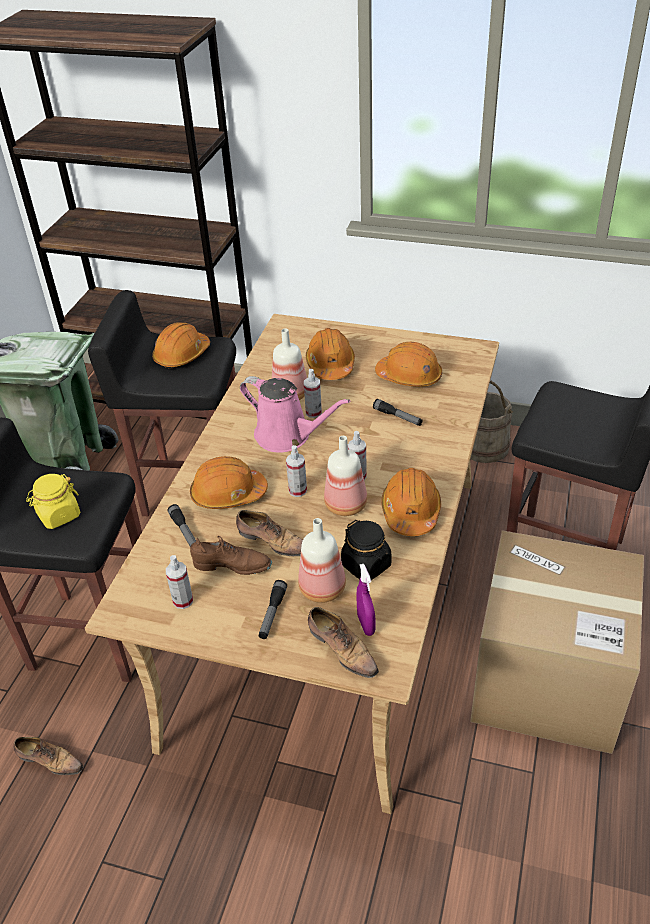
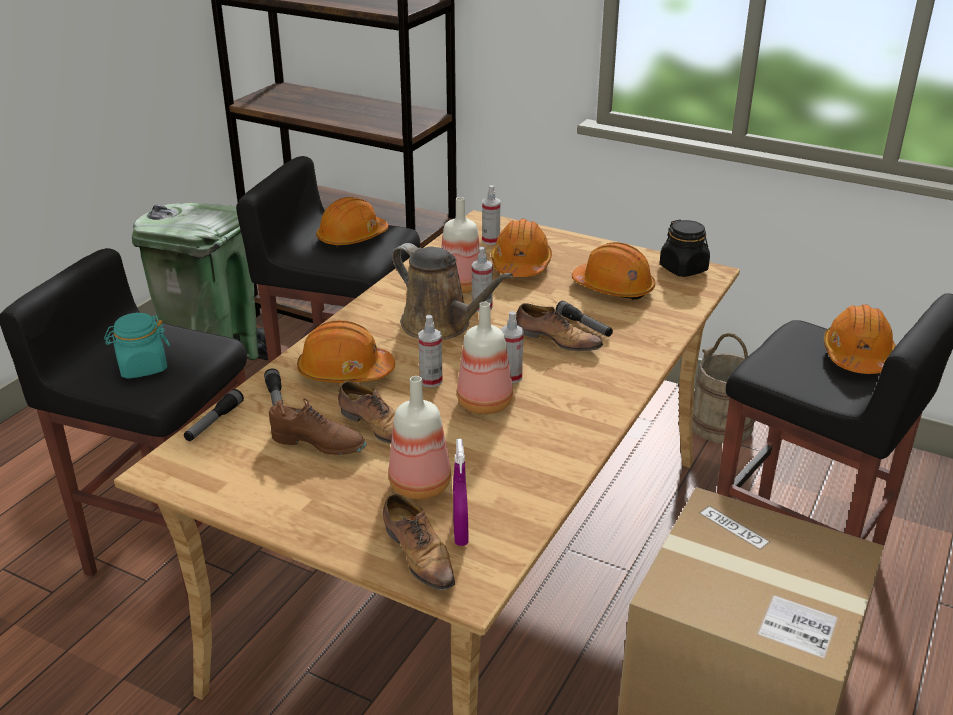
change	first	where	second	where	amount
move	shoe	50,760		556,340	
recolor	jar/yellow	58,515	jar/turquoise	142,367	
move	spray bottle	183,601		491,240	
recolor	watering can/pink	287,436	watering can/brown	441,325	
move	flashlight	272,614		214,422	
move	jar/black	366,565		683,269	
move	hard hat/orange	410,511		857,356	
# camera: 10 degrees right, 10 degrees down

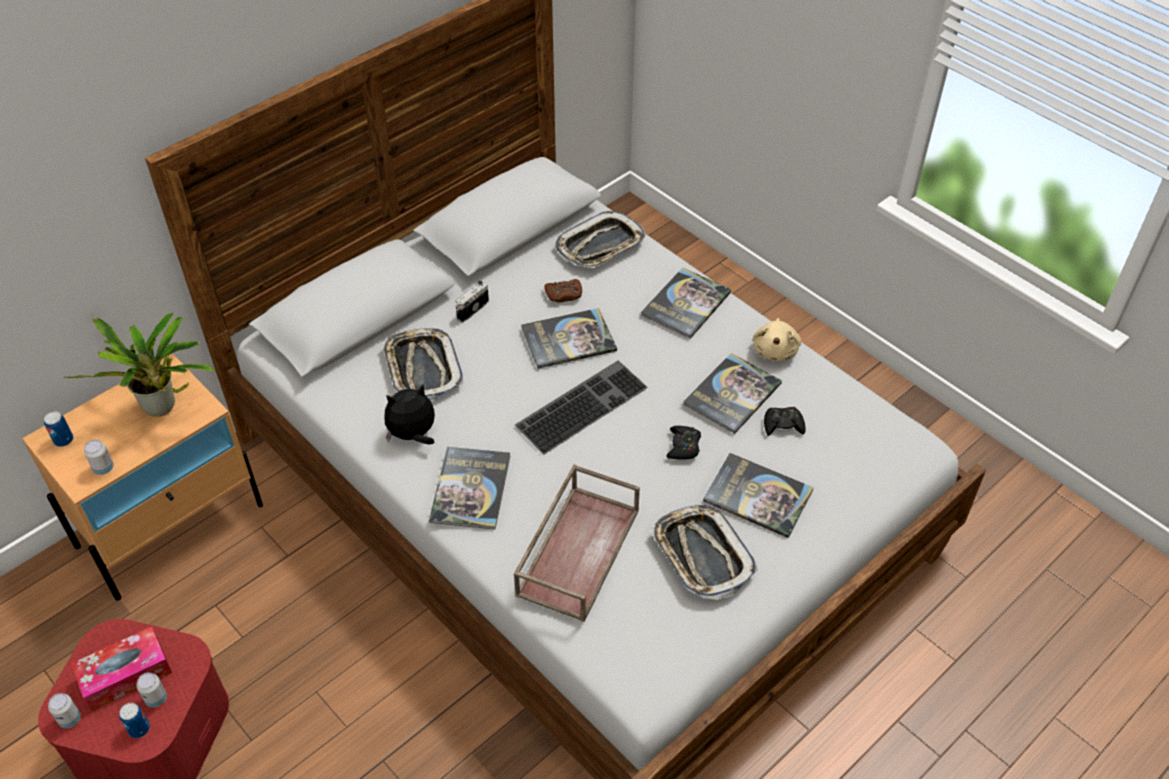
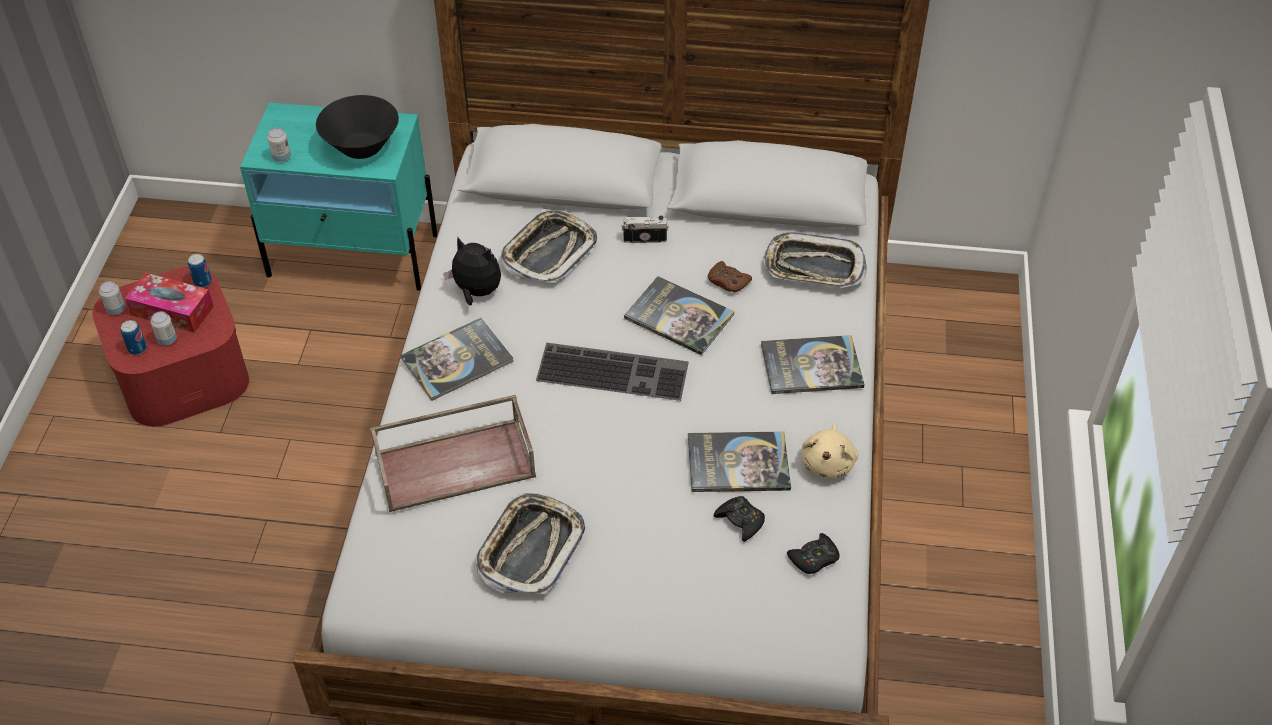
change	first	where	second	where	amount
recolor	nightstand/beige	171,525	nightstand/turquoise	354,255	
move	can	63,440		203,282	
replace	potted plant	163,409	bowl/black	362,147	
move	game controller/black	683,446		814,558	
delete	book	758,496			
rotate	plush toy/beige	775,350		828,462	45 degrees counterclockwise
# camera: 50 degrees right, 0 degrees up

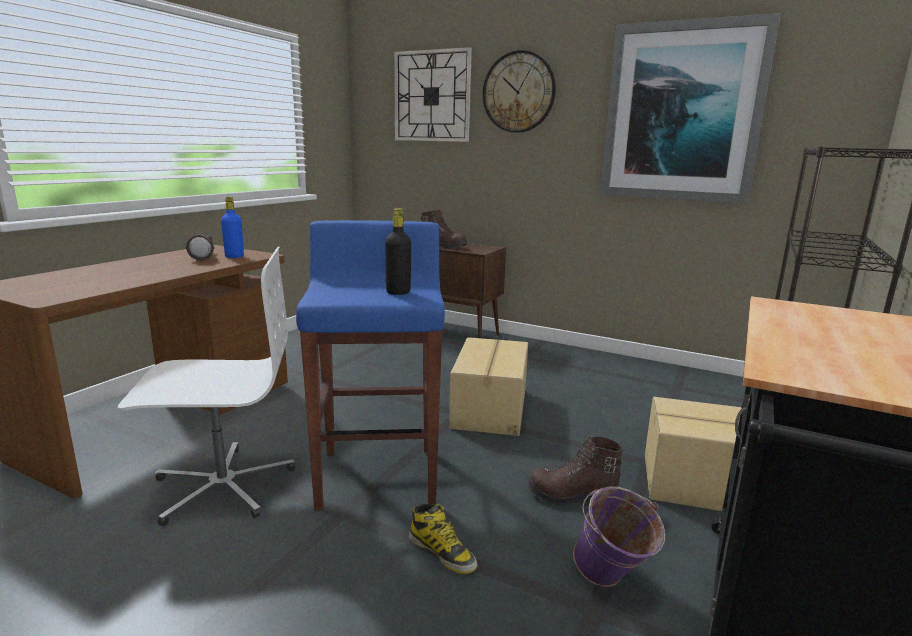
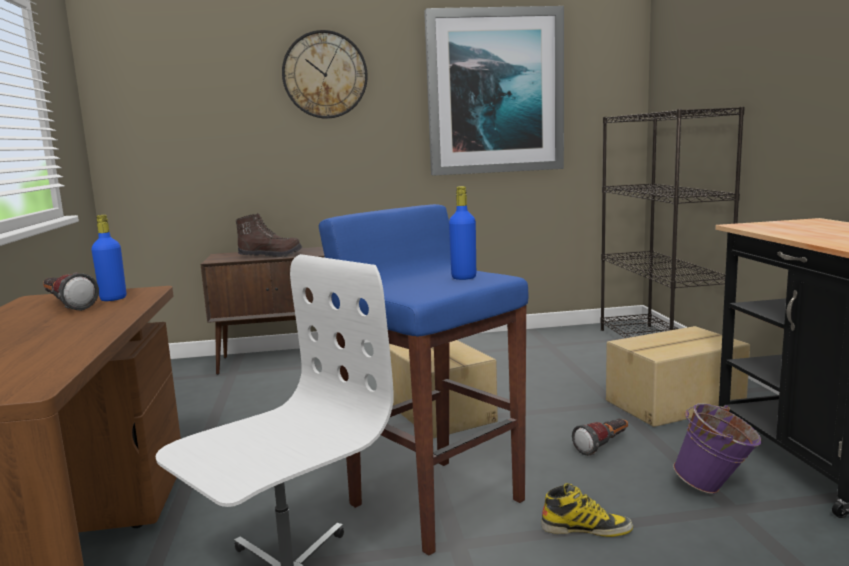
change	first	where	second	where	amount
recolor	bottle/black	398,292	bottle/blue	464,277	
delete	wall clock	432,96			
replace	boot/brown	572,495	flashlight	603,446	
# camera: 35 degrees left, 5 degrees down

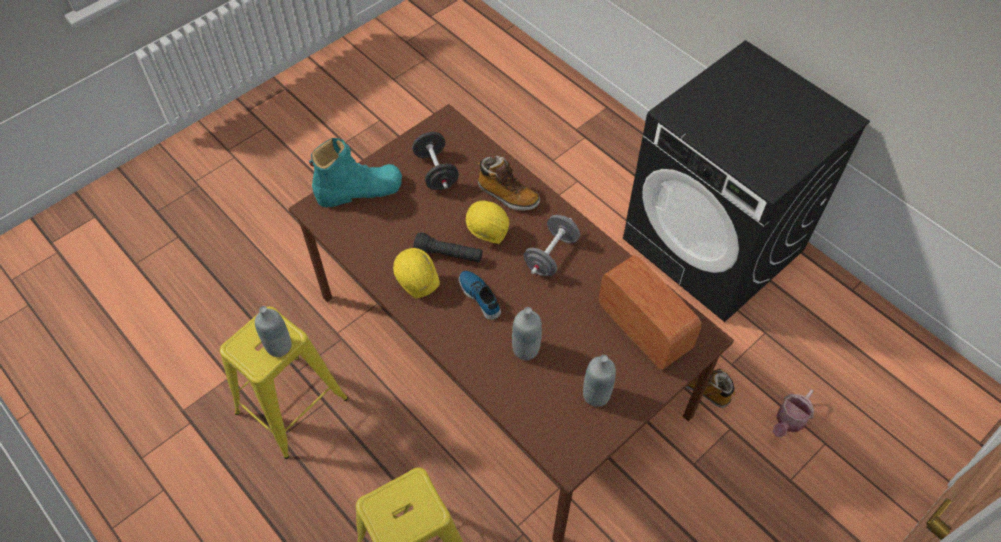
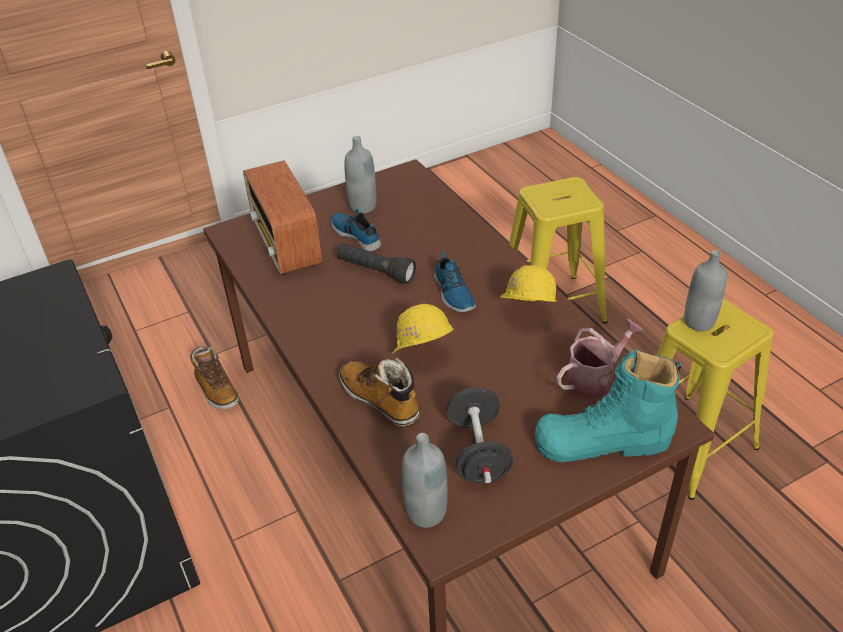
change	first	where	second	where	amount
move	flashlight/black	448,255		375,271	
move	bottle/grey	526,349		426,512	
delete	dumbbell/grey	551,255			
move	watering can	788,422		595,378	
insert			shoe	357,234	
# camera: 165 degrees left, 15 degrees down

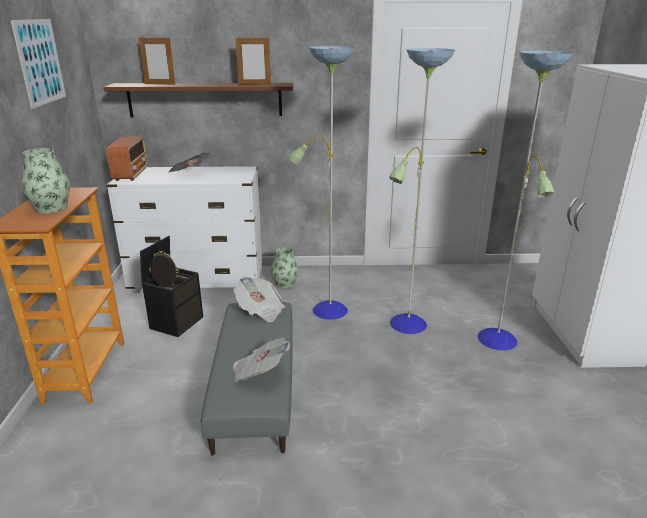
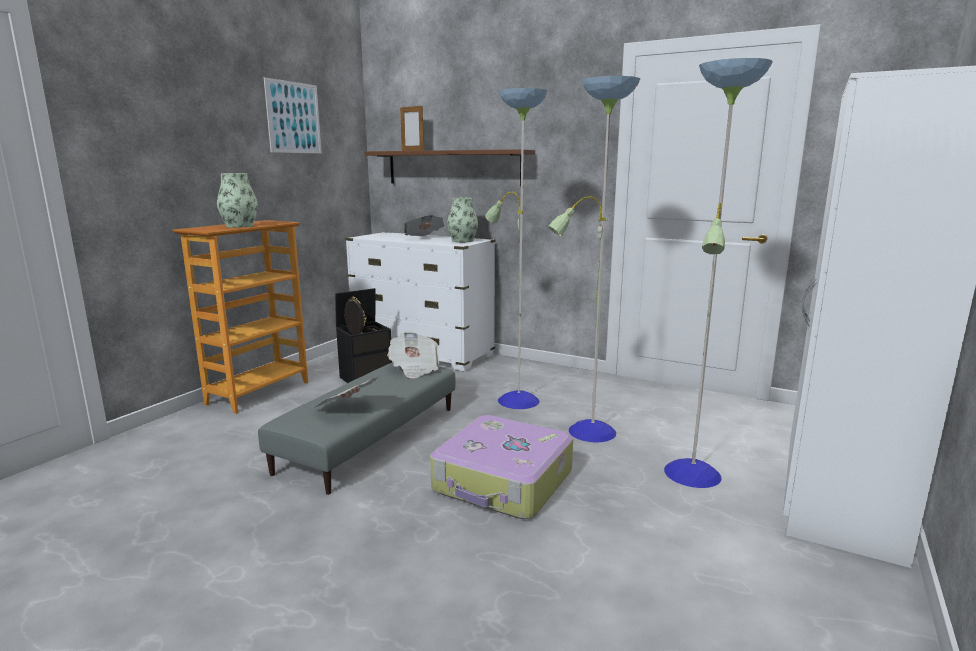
change	first	where	second	where	amount
delete	radio	131,174			
delete	picture frame	254,84			
move	vase	285,284		462,241	
insert			suitcase	503,482	
# camera: 30 degrees right, 10 degrees down

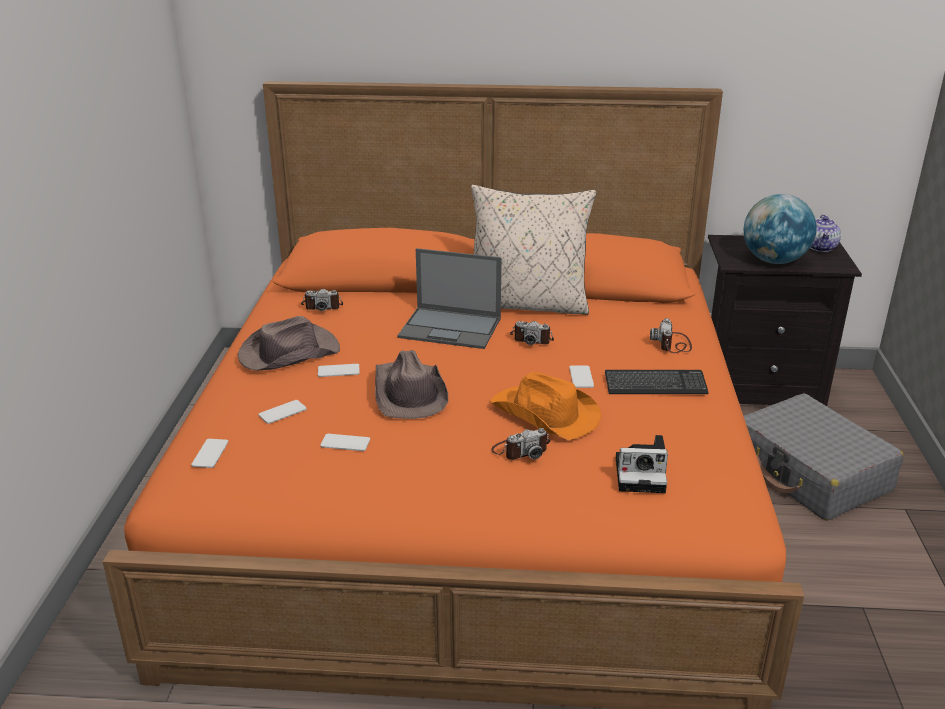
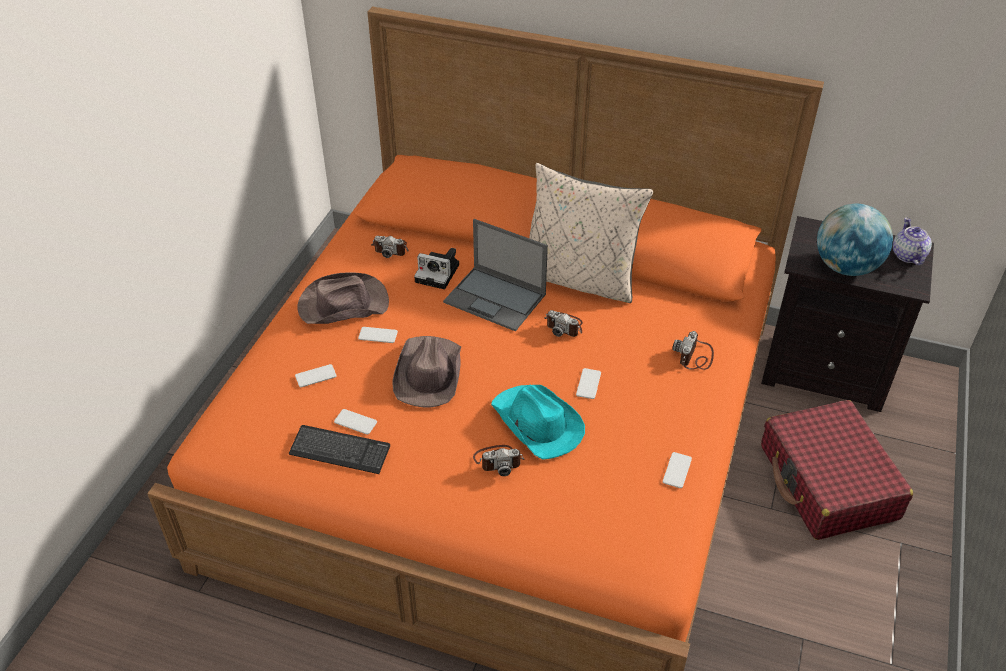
change	first	where	second	where	amount
move	phone	210,454		677,470	
recolor	hat/orange	545,414	hat/turquoise	537,423	
move	keyboard	655,384		340,451	
move	photo camera	642,474		439,273	
recolor	suitcase/grey	810,473	suitcase/red	828,482	
rotate	teapot	821,247		907,255	150 degrees clockwise
# camera: 15 degrees right, 15 degrees up

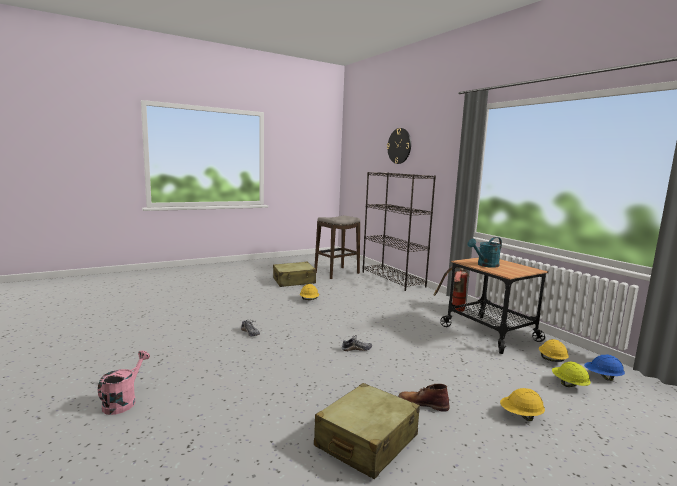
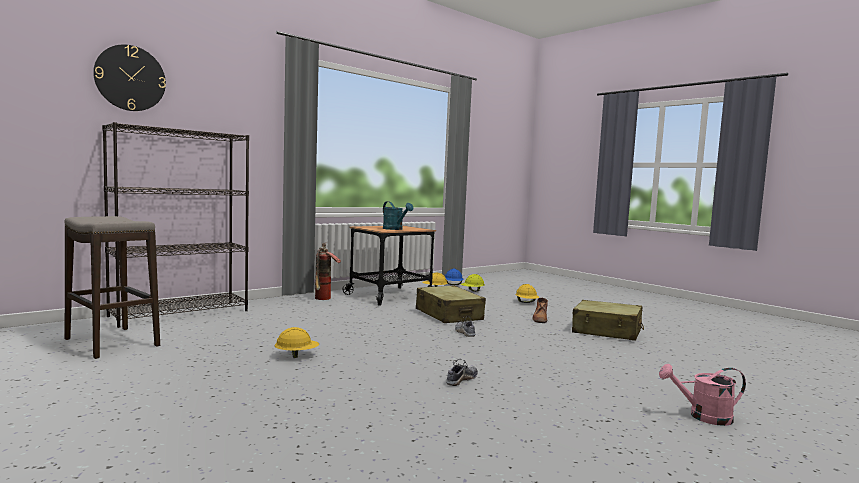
change	first	where	second	where	amount
move	suitcase/beige	294,281		449,315	
# camera: 100 degrees left, 5 degrees down

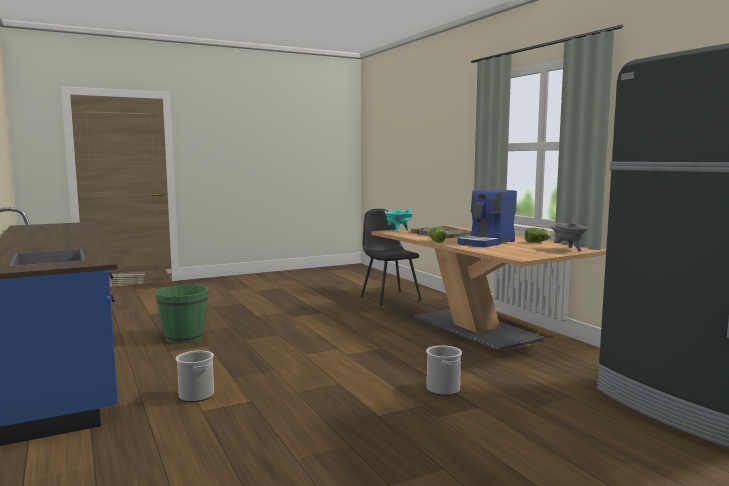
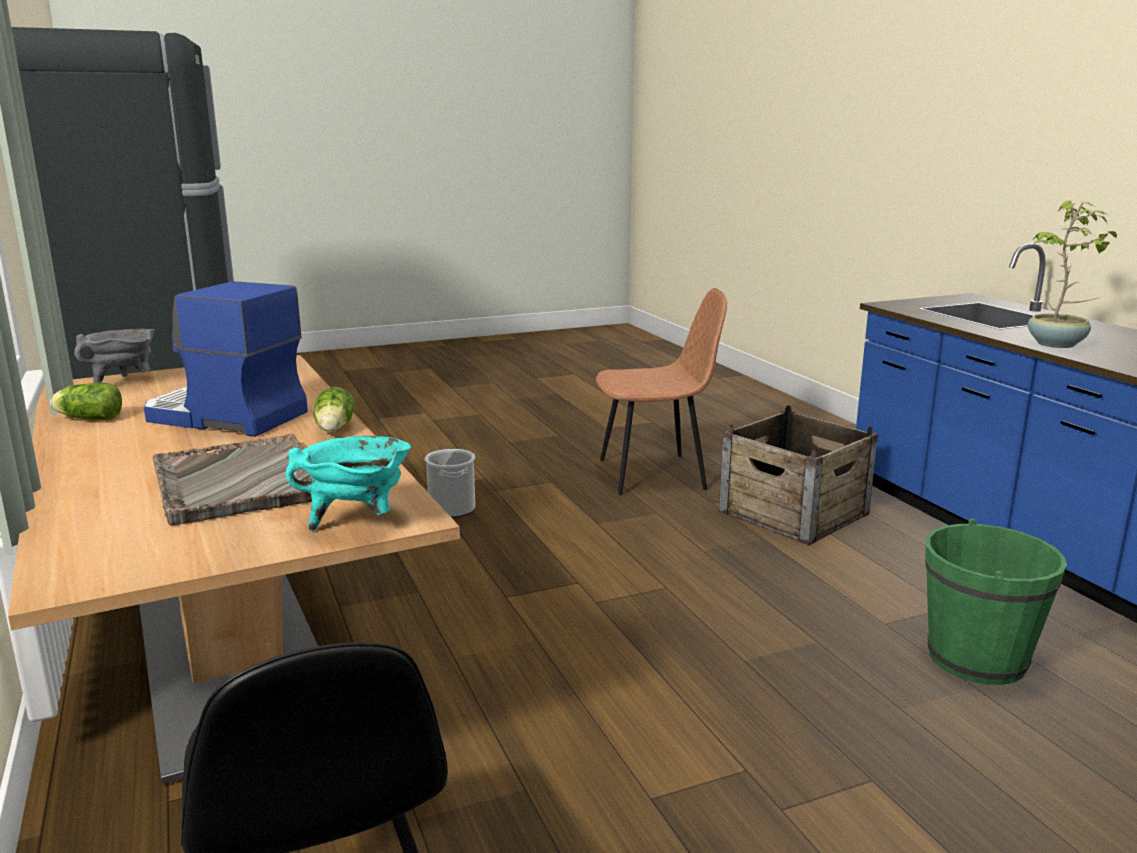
change	first	where	second	where	amount
replace	bucket	196,395	crate	792,512	
rotate	coffee machine	486,242		224,417	120 degrees counterclockwise
insert			chair/brown	655,474	
insert			potted plant	1057,344	
# camera: 175 degrees left, 10 degrees up

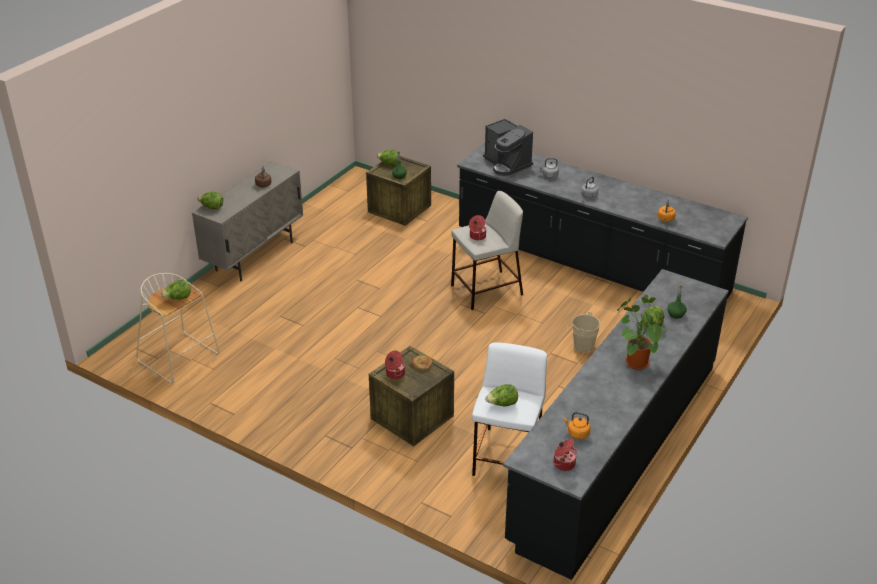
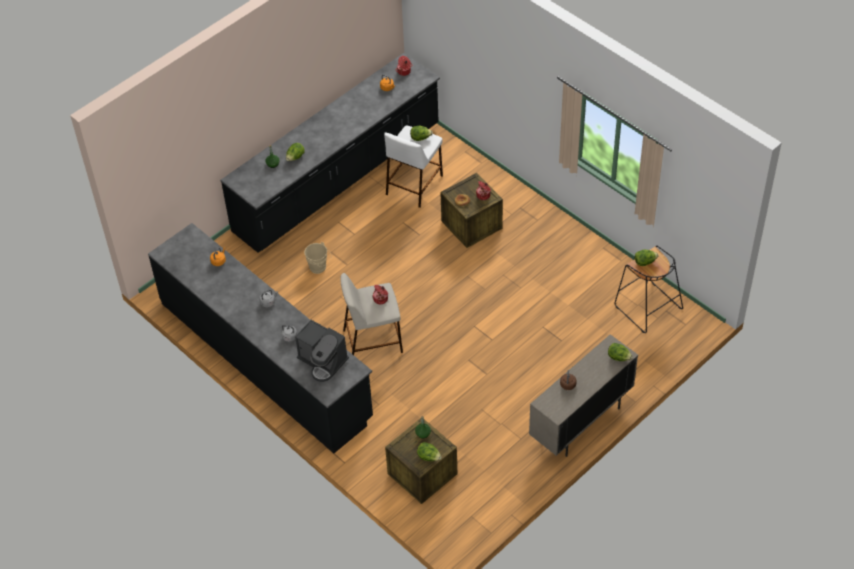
change	first	where	second	where	amount
recolor	stool/beige	180,358	stool/black	647,307	
rotate	coffee machine	507,164		323,361	150 degrees clockwise
delete	potted plant	634,361			
# camera: 165 degrees left, 15 degrees up

